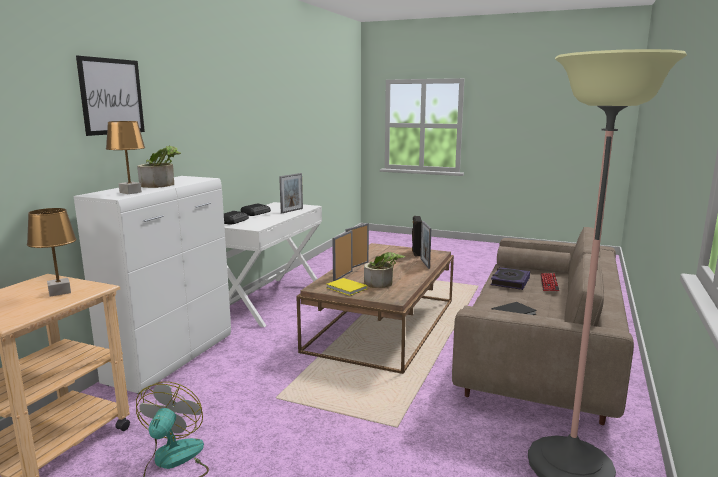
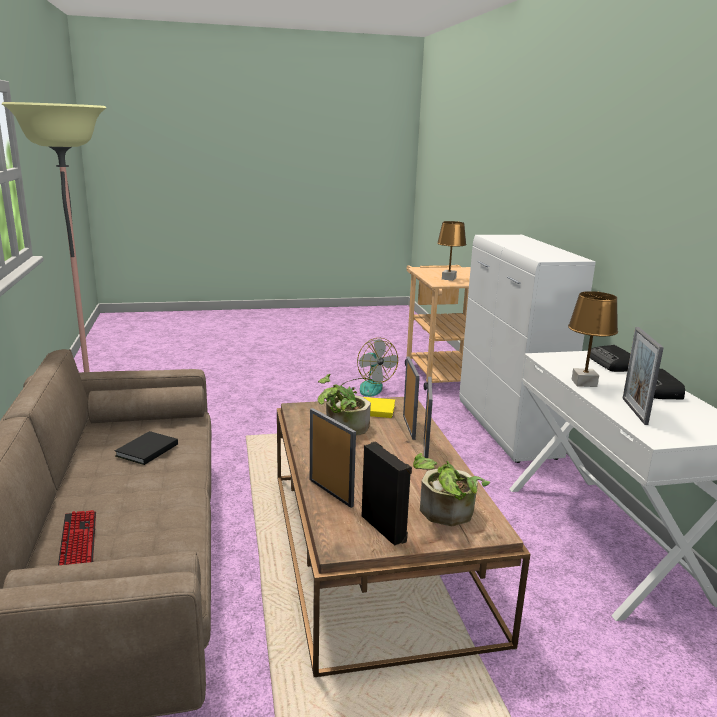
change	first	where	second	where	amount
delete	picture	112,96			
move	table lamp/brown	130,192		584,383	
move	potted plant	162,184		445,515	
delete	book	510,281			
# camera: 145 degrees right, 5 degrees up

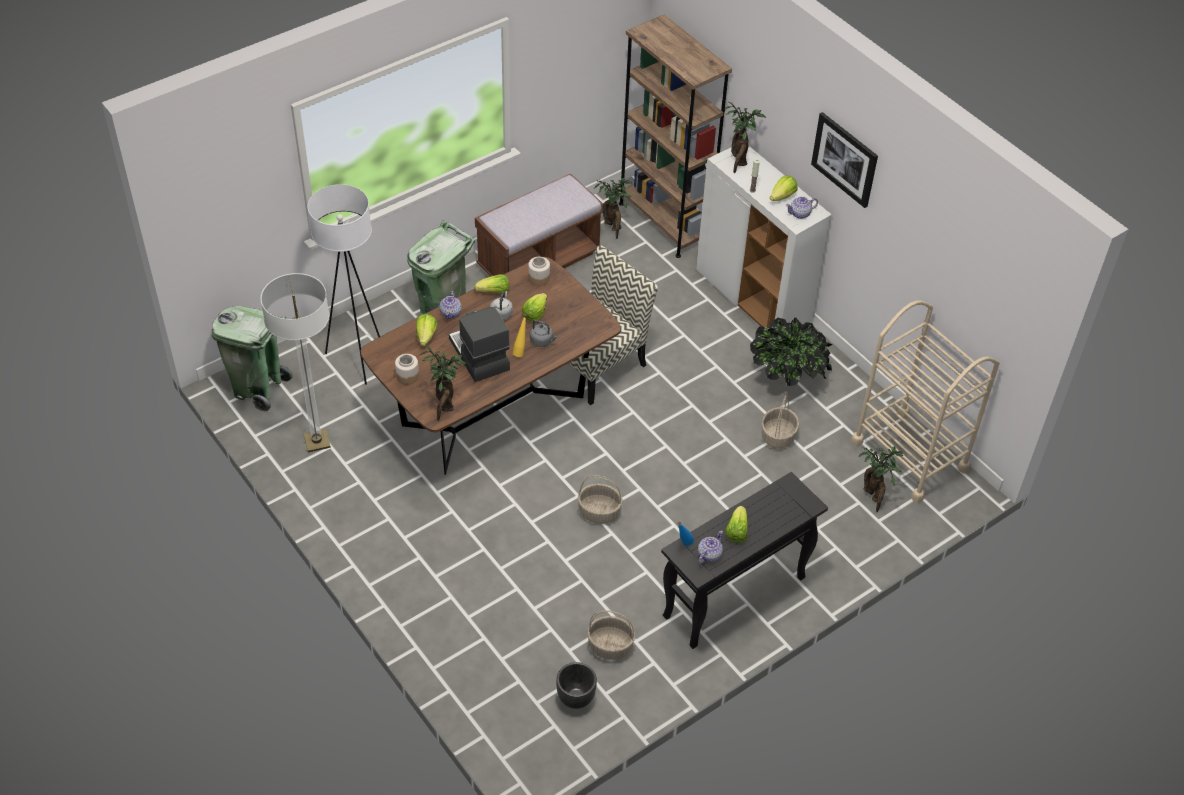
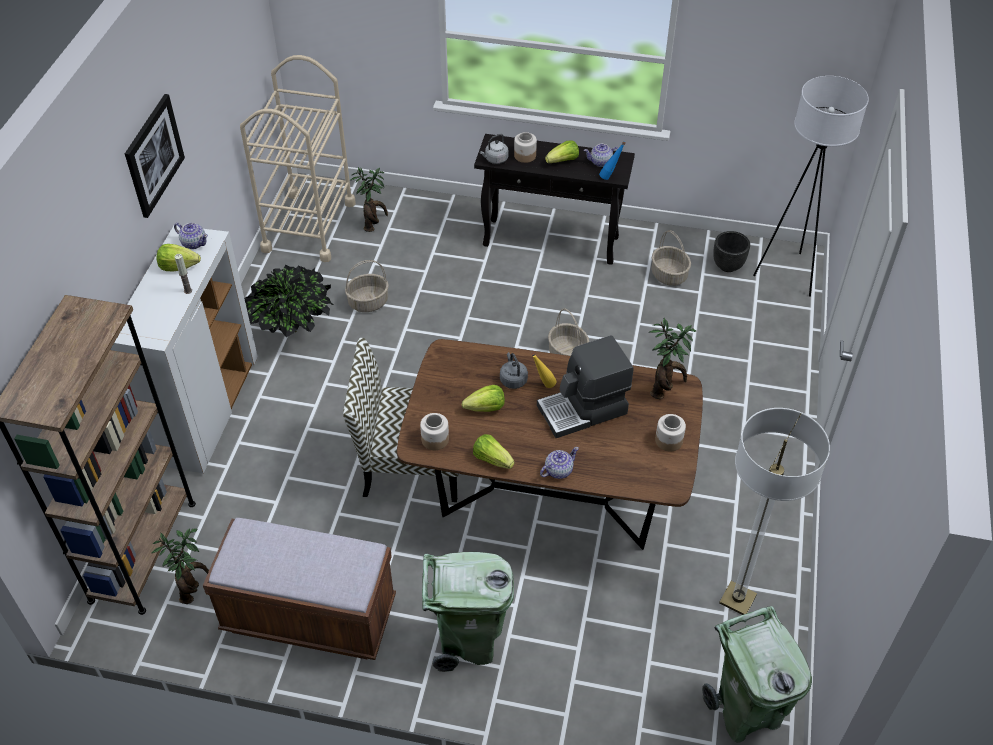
change	first	where	second	where	amount
move	floor lamp/white	357,360		788,274	
delete	lettuce	426,336			
rotate	coffee machine	478,355		583,410	45 degrees clockwise
move	kettle/grey	501,313		495,159	
delete	potted plant	738,162			
insert			jar	525,156	
# camera: 130 degrees left, 0 degrees up

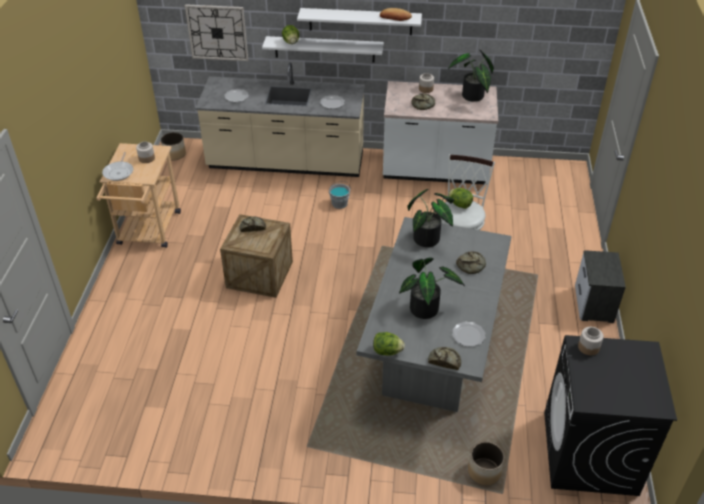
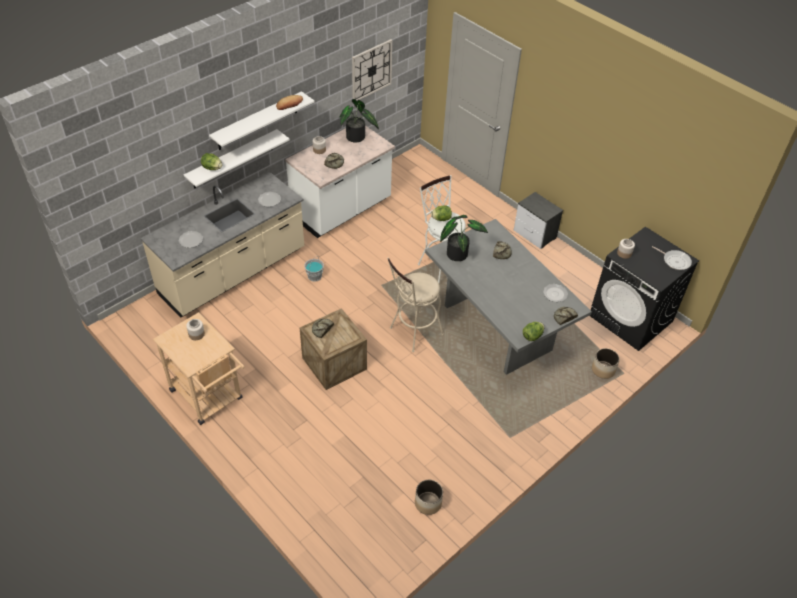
change	first	where	second	where	amount
move	frying pan	119,172		675,261	
move	planter	175,154		428,502	
move	wall clock	217,32		371,70	
delete	potted plant	427,310			
insert			stool/beige	412,333	
# camera: 50 degrees left, 5 degrees up

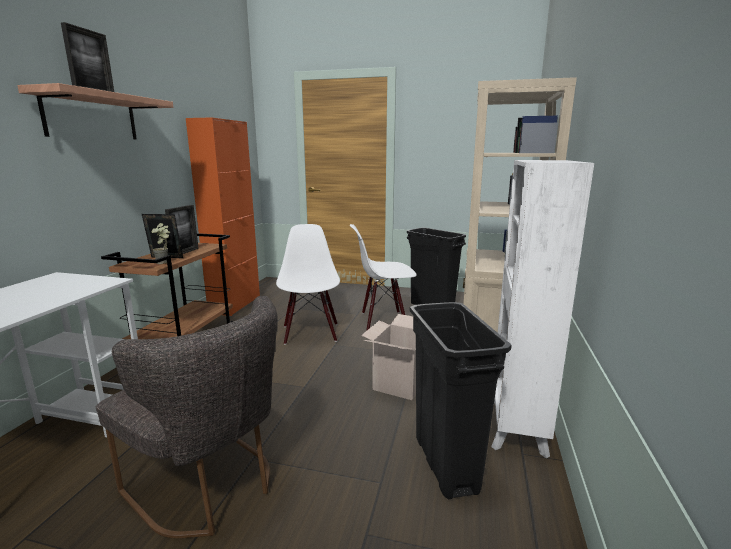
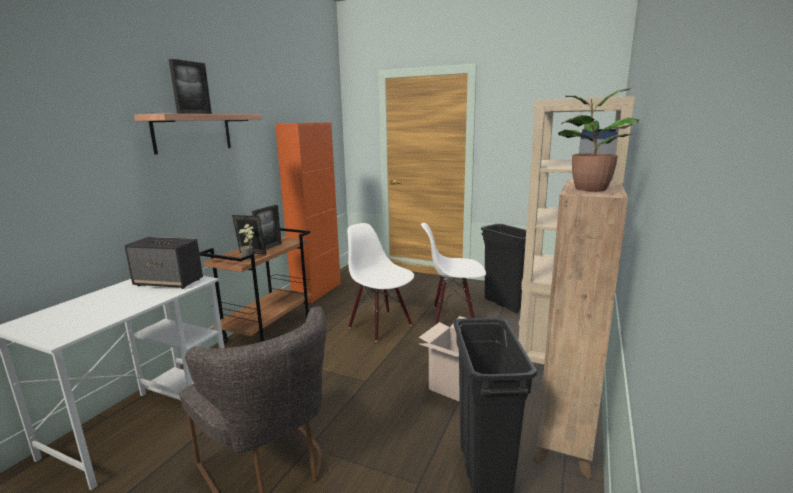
change	first	where	second	where	amount
rotate	chair/white	310,333		381,325	45 degrees counterclockwise
recolor	bookcase/white	516,427	bookcase/brown	563,442	
insert			speaker	169,282	
insert			potted plant	588,189	
# camera: 10 degrees right, 0 degrees up

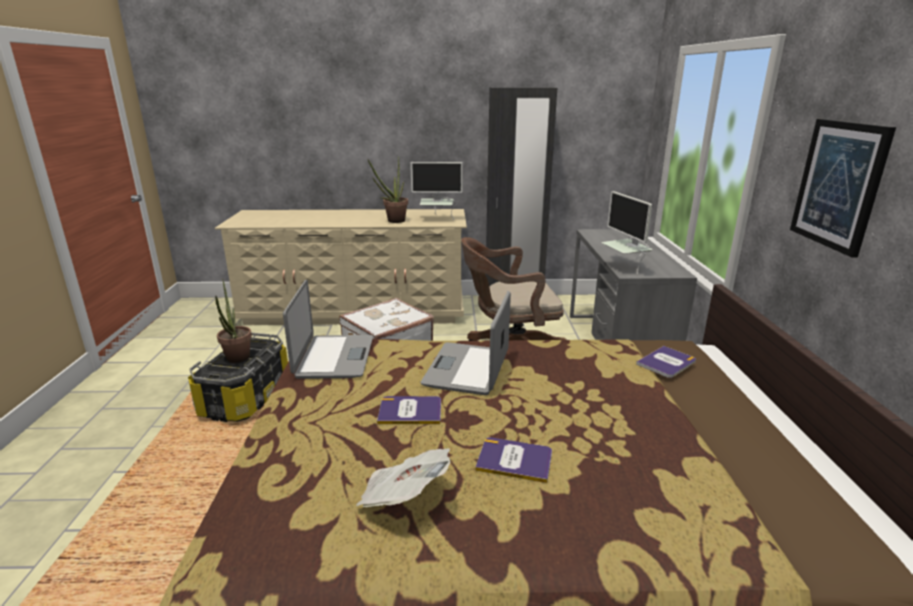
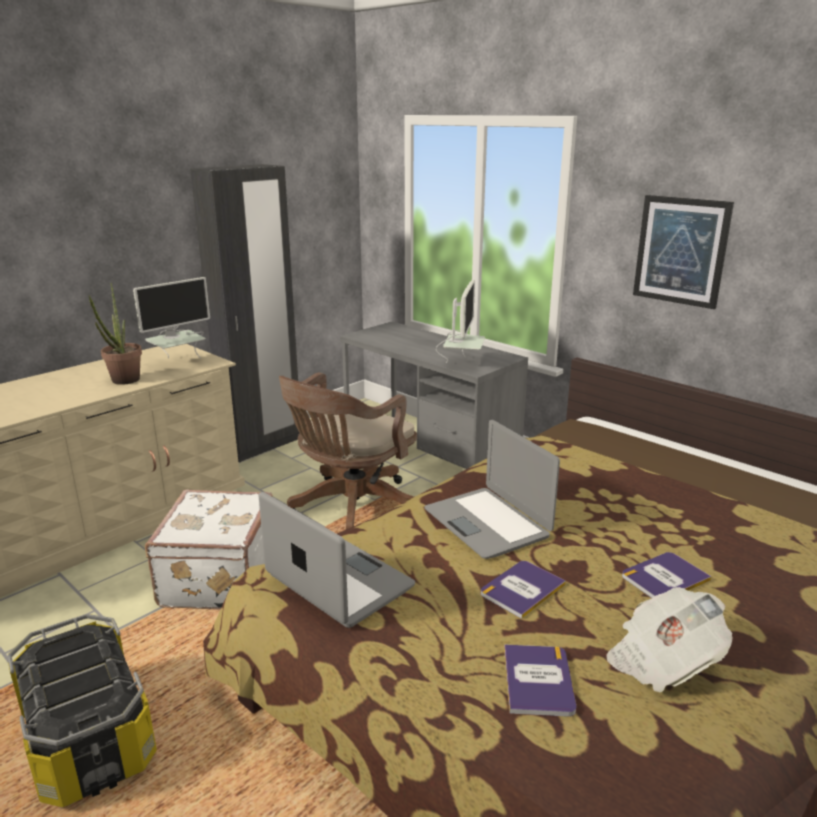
change	first	where	second	where	amount
delete	potted plant	237,360			
rotate	monitor	625,267		462,365	105 degrees counterclockwise
move	book	666,363		538,680	
# camera: 45 degrees left, 0 degrees up

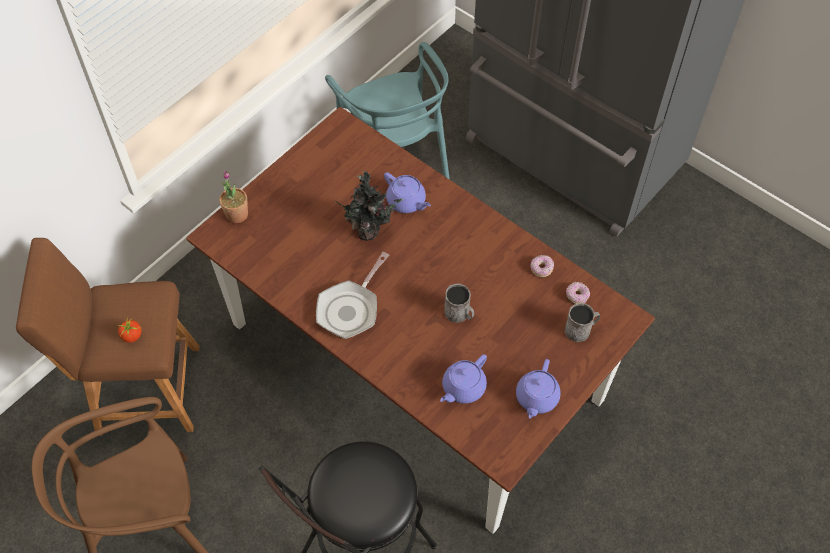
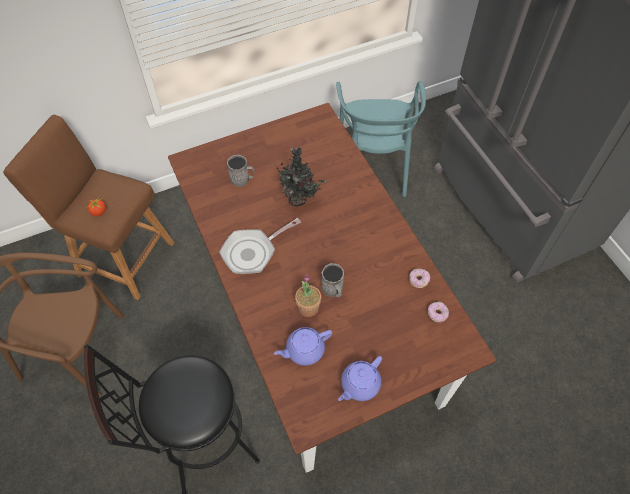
change	first	where	second	where	amount
move	potted plant	237,214		308,308	
delete	teapot/purple	406,202			
move	mug/grey	581,330		242,179	
# camera: 25 degrees right, 0 degrees up

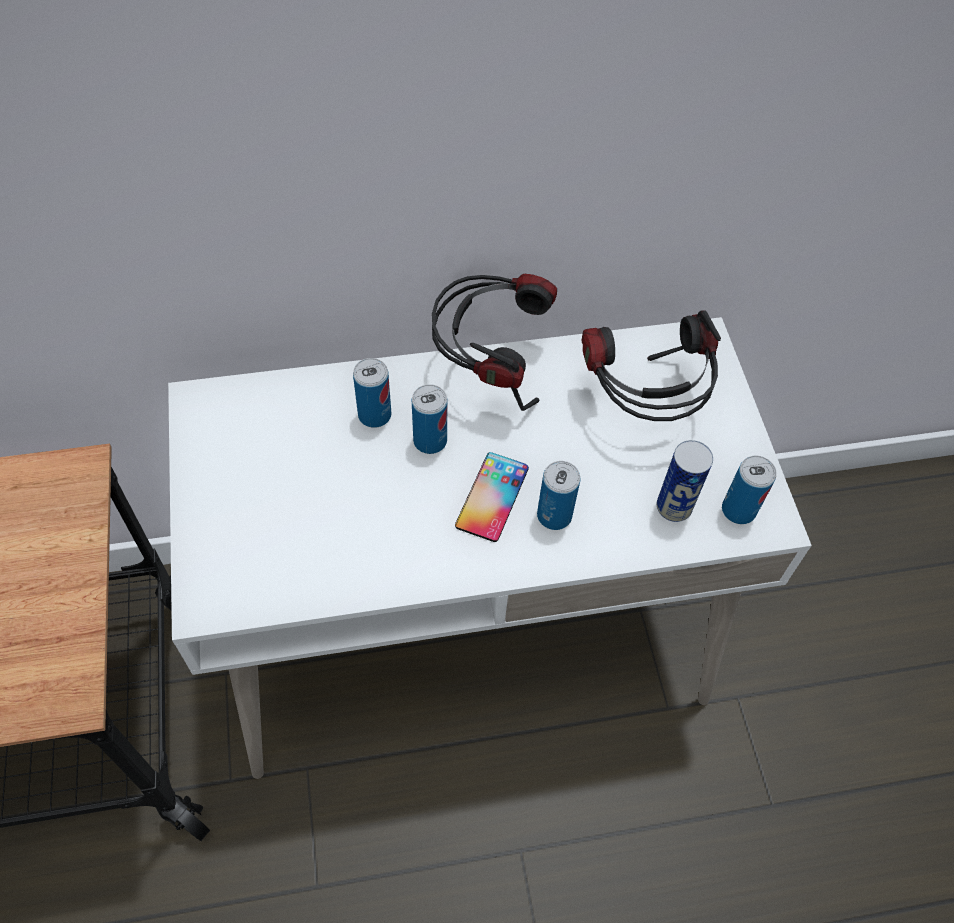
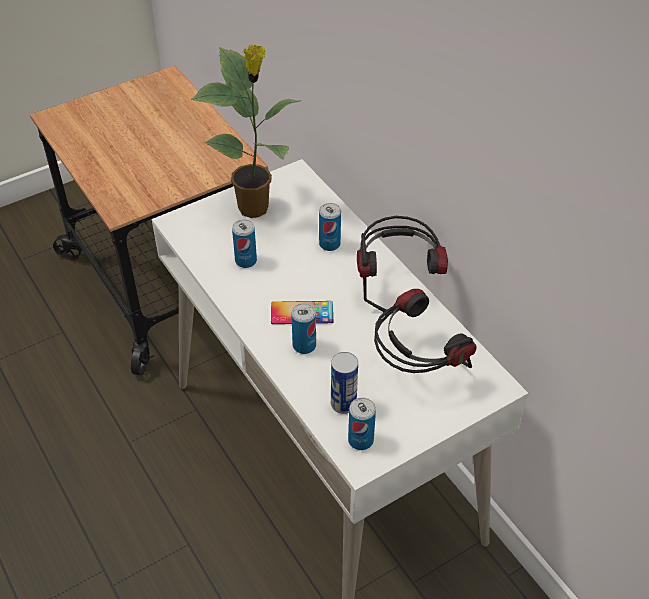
change	first	where	second	where	amount
move	can	430,441		246,261	
insert			potted plant	255,208	
# camera: 70 degrees right, 10 degrees down

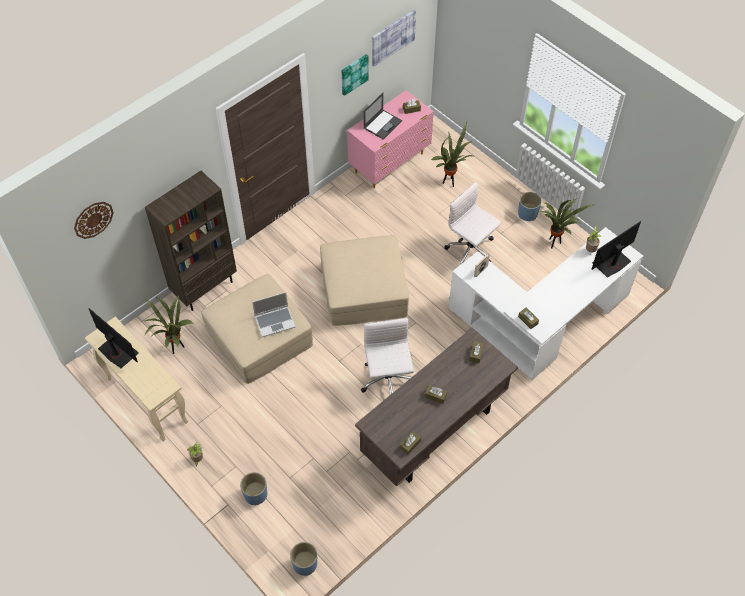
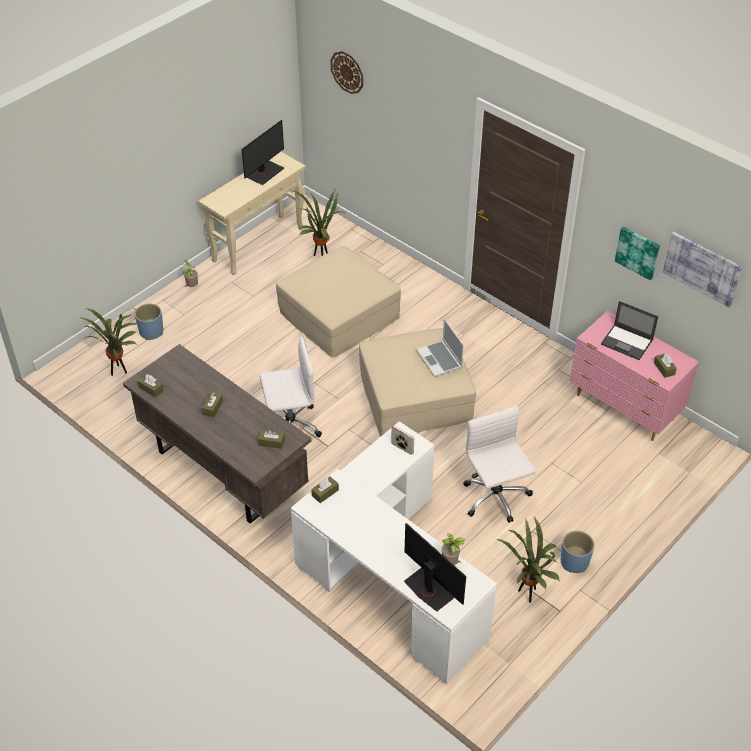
change	first	where	second	where	amount
delete	bookcase/brown	205,288			
move	laptop	275,321		440,360	
delete	planter/blue	305,564			
move	potted plant	449,182		119,371	
rotate	office chair/white	471,250		496,498	60 degrees counterclockwise
# camera: 85 degrees right, 10 degrees down

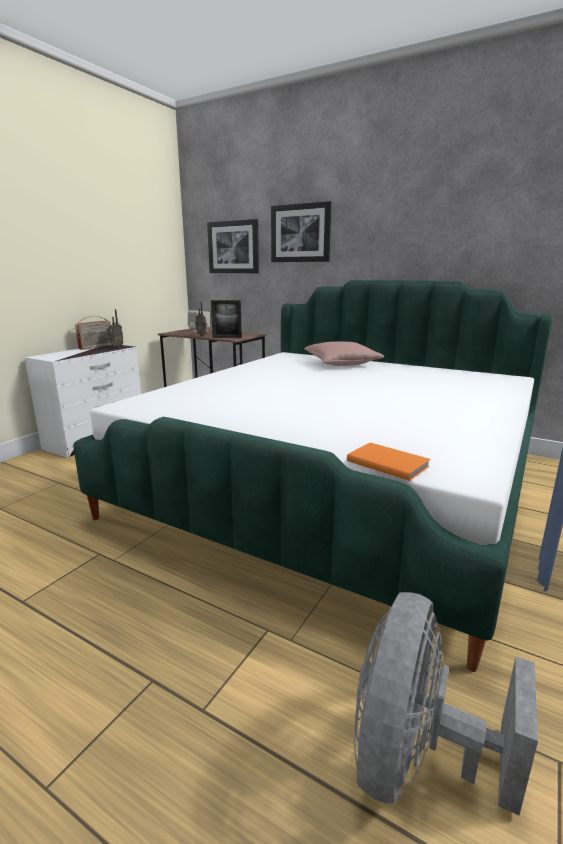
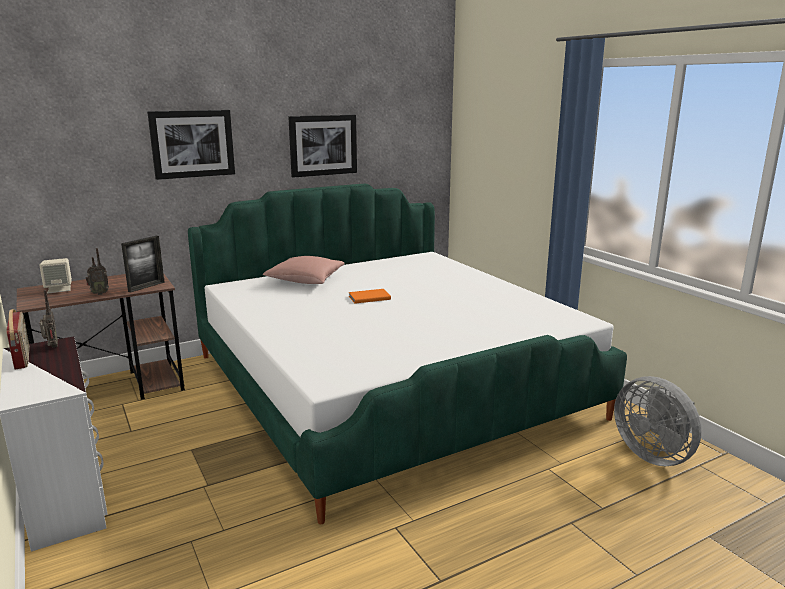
change	first	where	second	where	amount
move	picture	233,247		323,145	
move	book/orange	387,463		368,297	
# camera: 60 degrees left, 0 degrees up

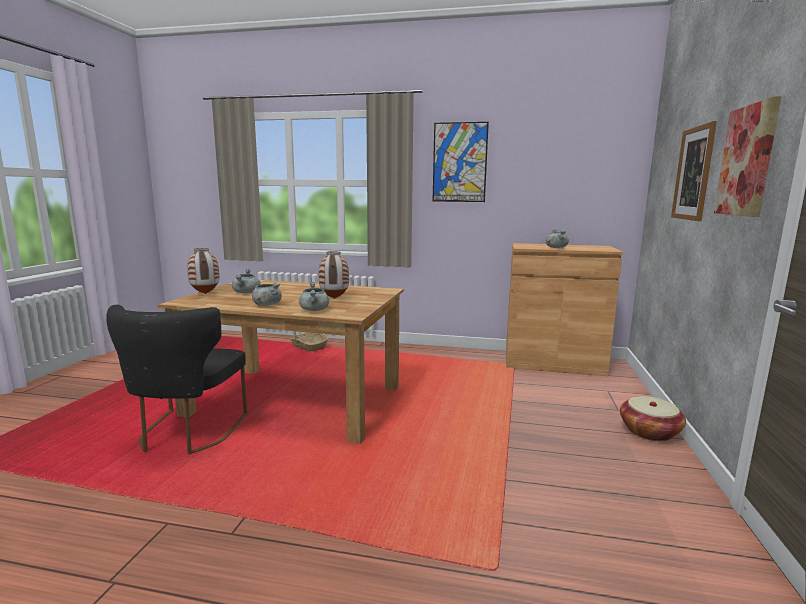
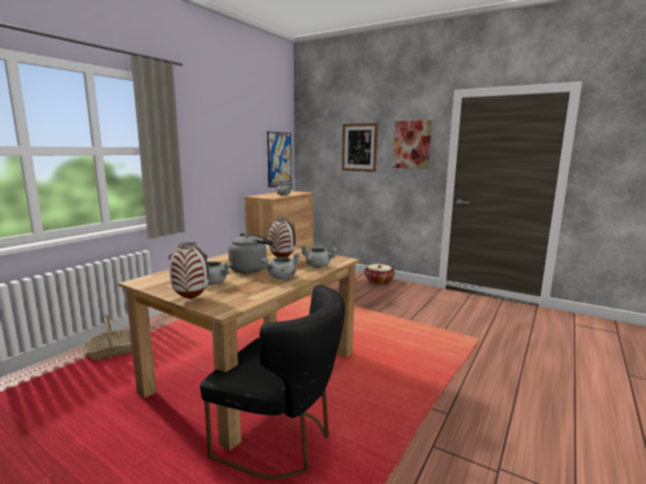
change	first	where	second	where	amount
move	picture	459,162		279,159	
insert			kettle/grey	250,269	
# camera: 70 degrees left, 0 degrees up

